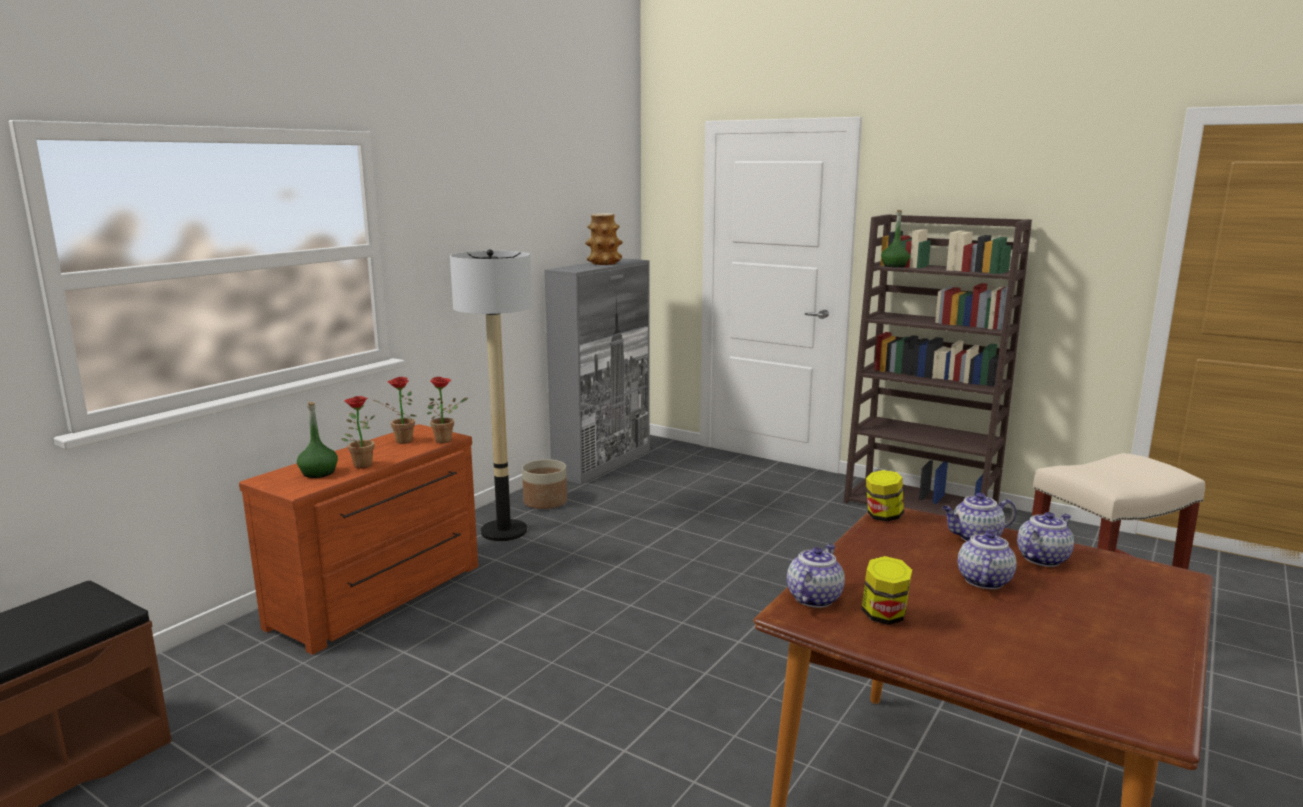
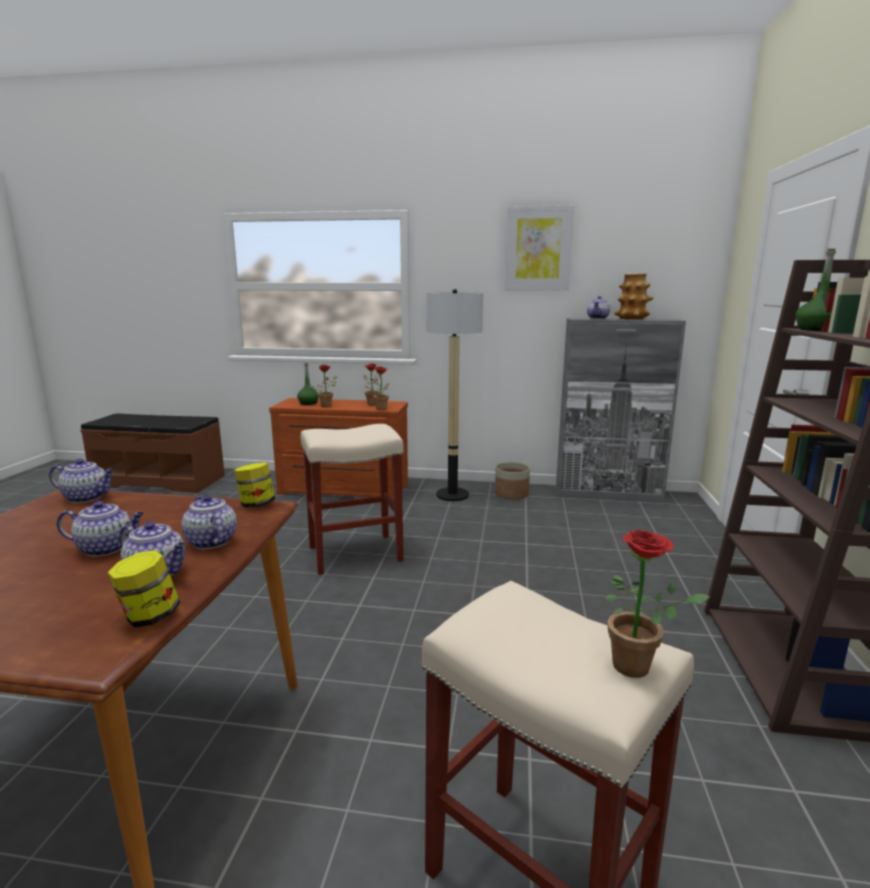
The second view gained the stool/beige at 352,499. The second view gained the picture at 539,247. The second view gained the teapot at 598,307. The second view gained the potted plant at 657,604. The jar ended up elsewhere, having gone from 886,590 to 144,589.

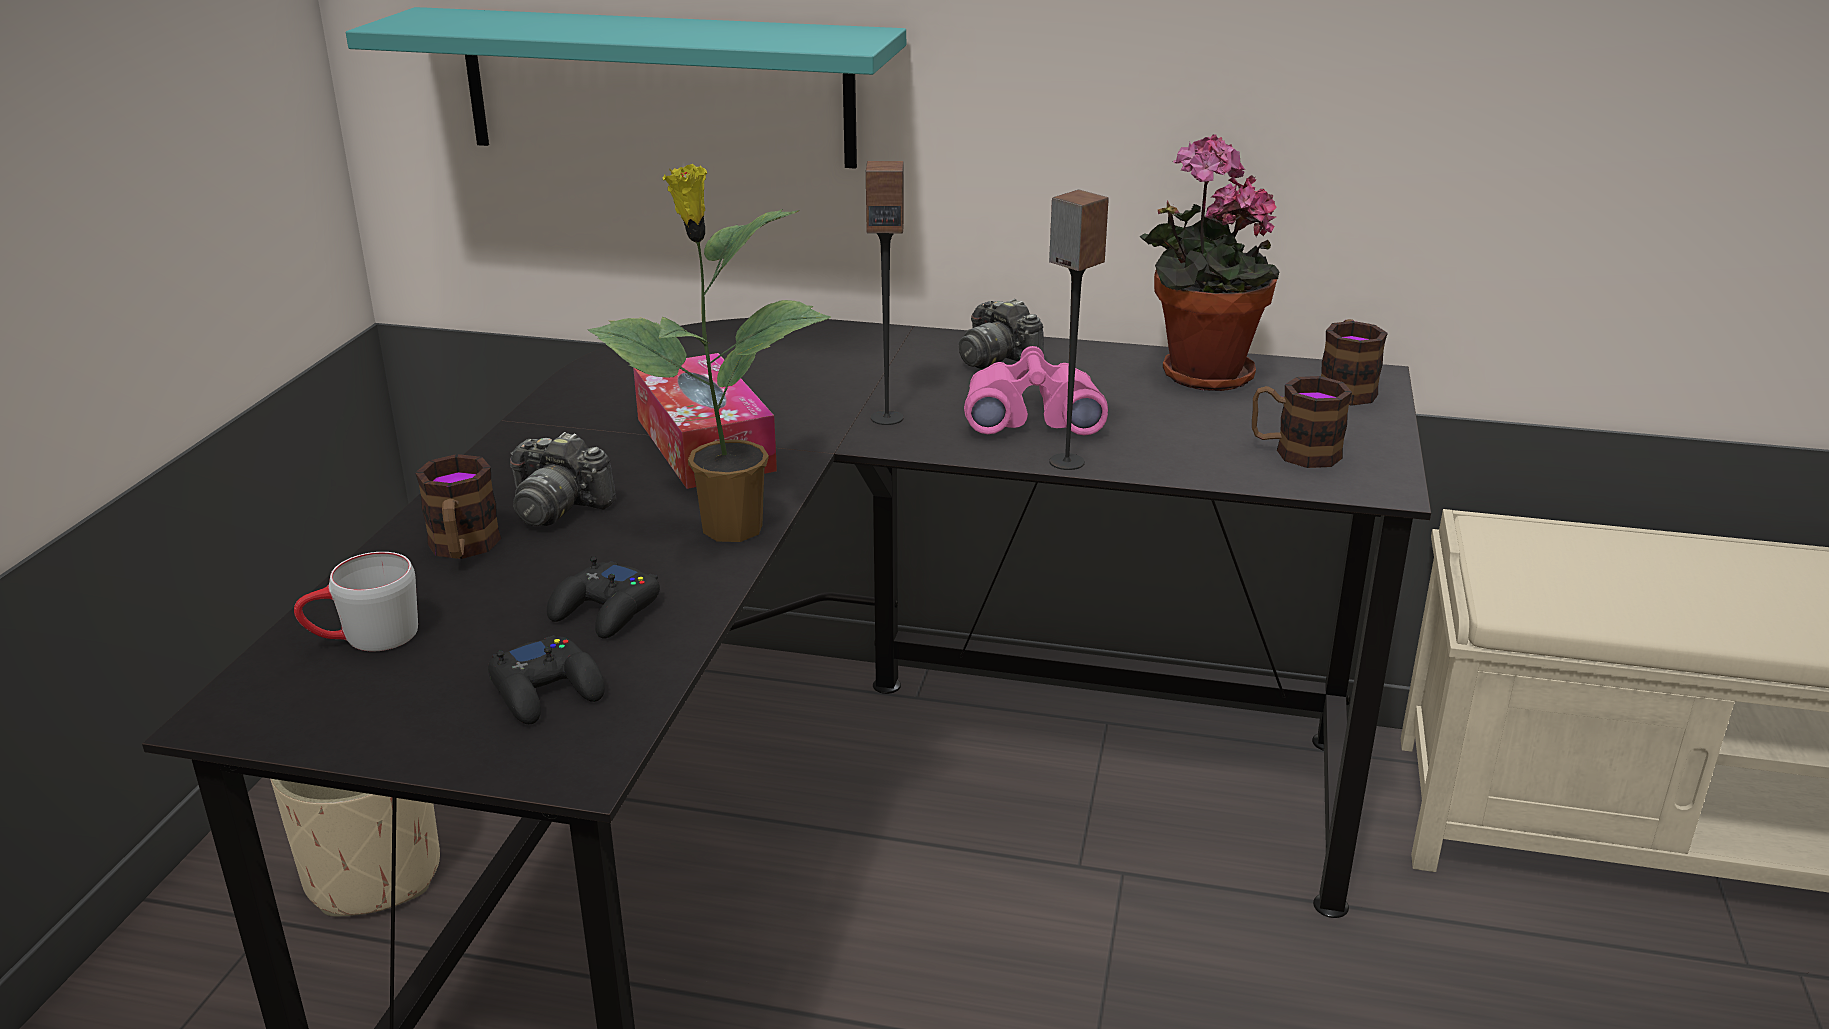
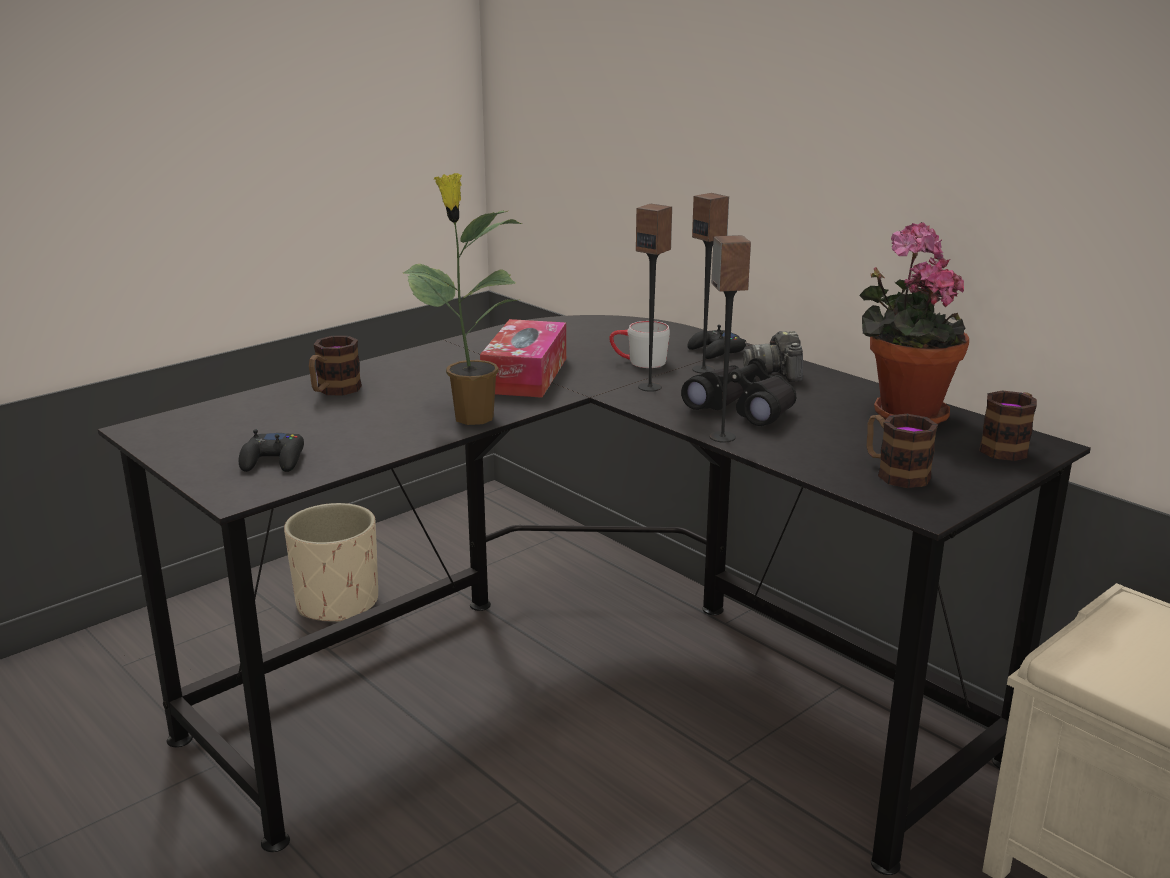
The second view lost the shelf/turquoise at 626,88. The second view lost the photo camera at 563,479. The second view gained the speaker at 710,283. The mug/grey ended up elsewhere, having gone from 356,601 to 639,344. The game controller/black ended up elsewhere, having gone from 603,597 to 716,342. What was the binoculars/pink at 1036,390 turned into the binoculars/black at 738,392.

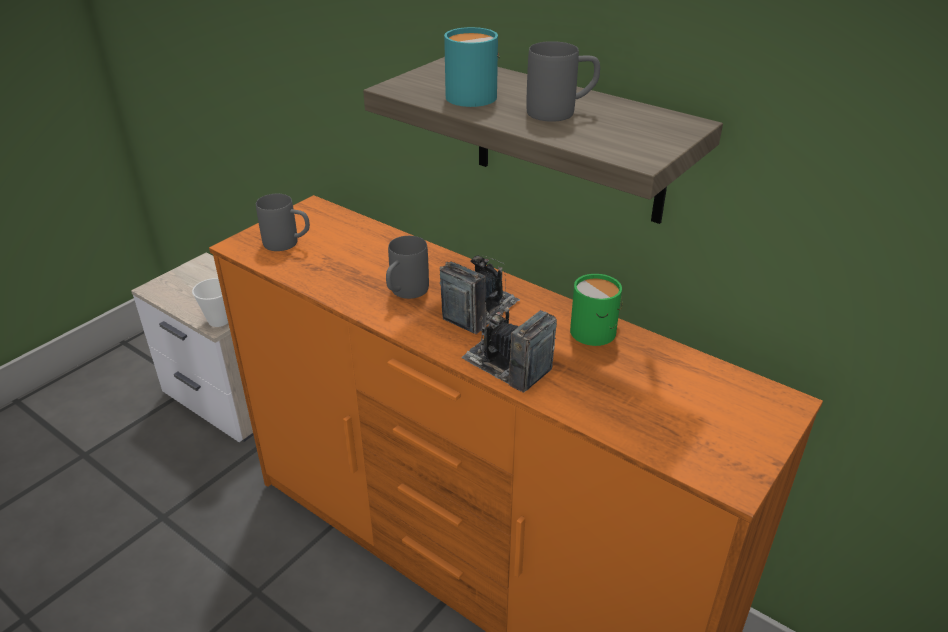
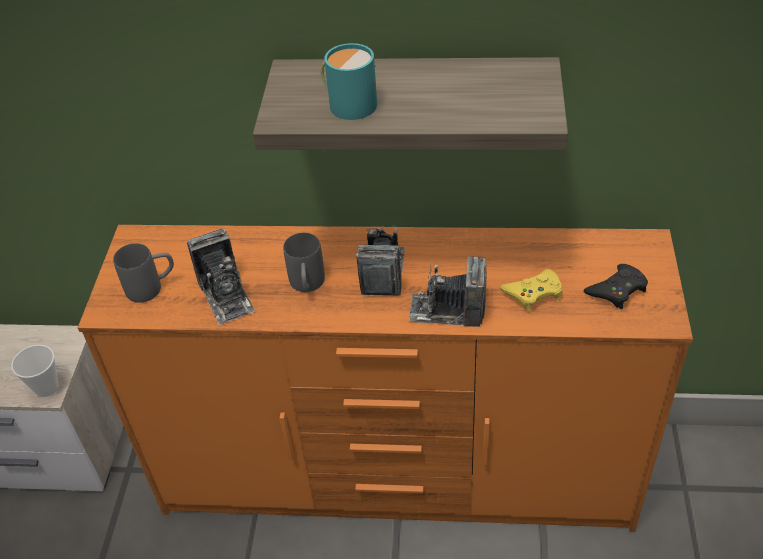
The second view lost the mug/grey at 563,81. The second view lost the mug/green at 596,310. The second view gained the photo camera at 221,276. The second view gained the game controller/yellow at 531,290. The second view gained the game controller/black at 616,286.

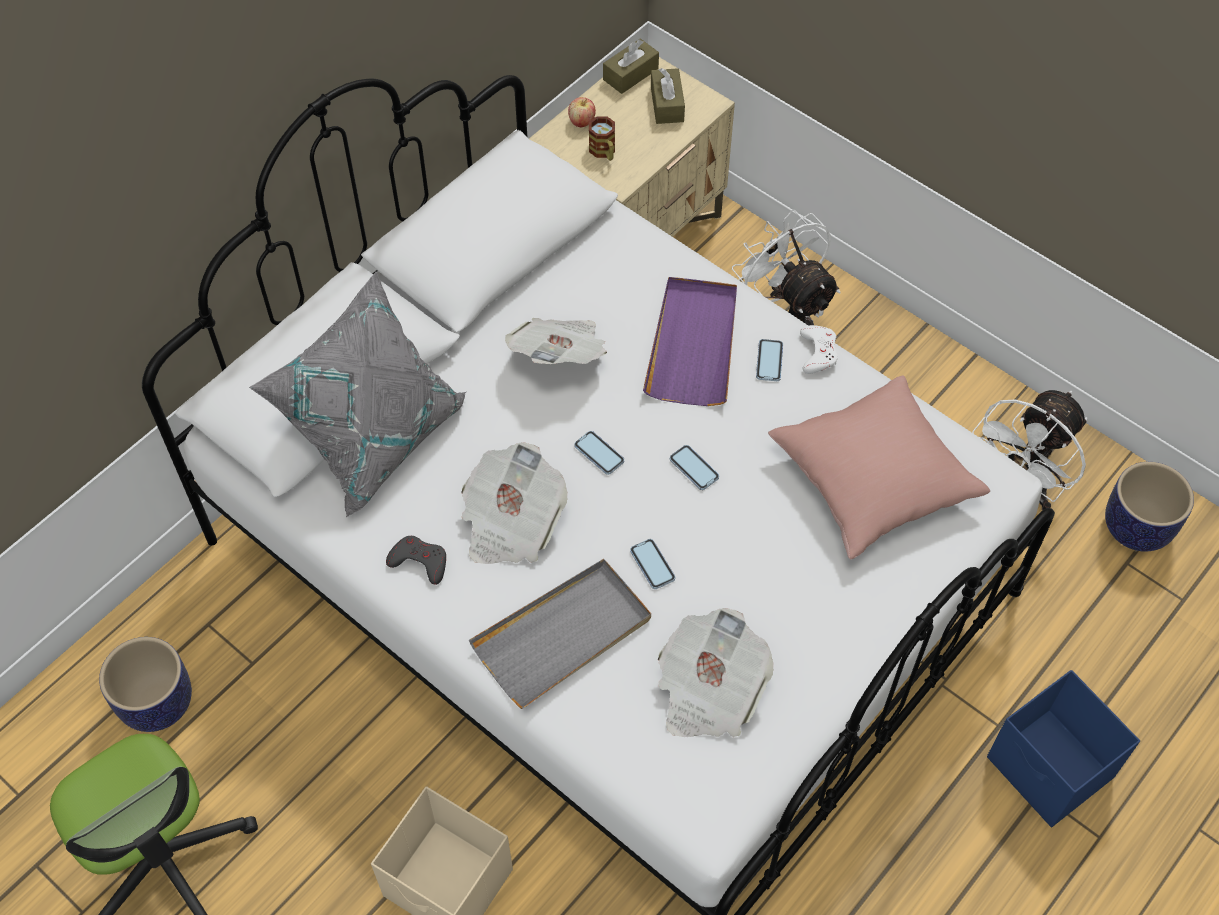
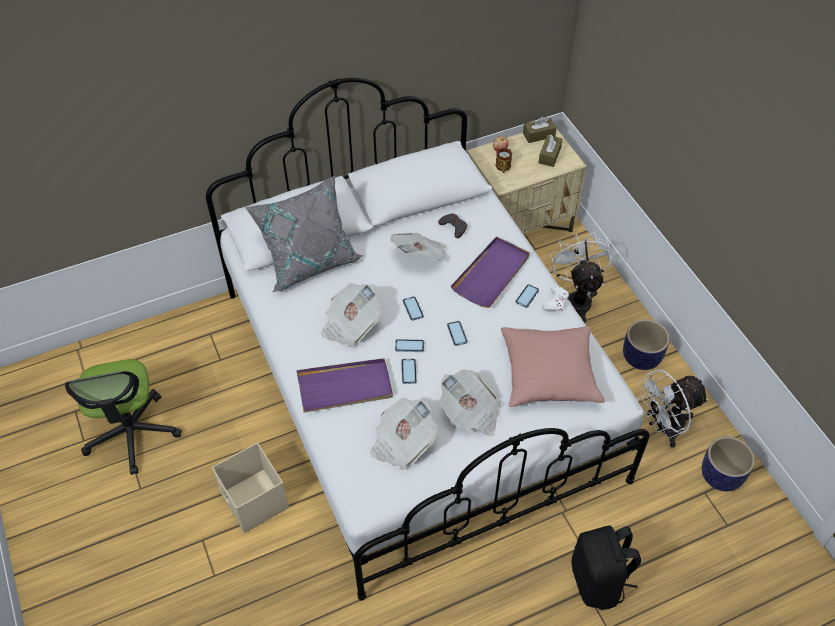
The second view gained the phone at 409,345. The second view gained the newspaper at 470,403. The planter ended up elsewhere, having gone from 145,684 to 646,344. The game controller/grey ended up elsewhere, having gone from 416,560 to 452,225. Where the storage box/blue stood at 1063,748, the backpack/black came to stand at 606,567. What was the tray/grey at 560,634 turned into the tray/purple at 344,385.

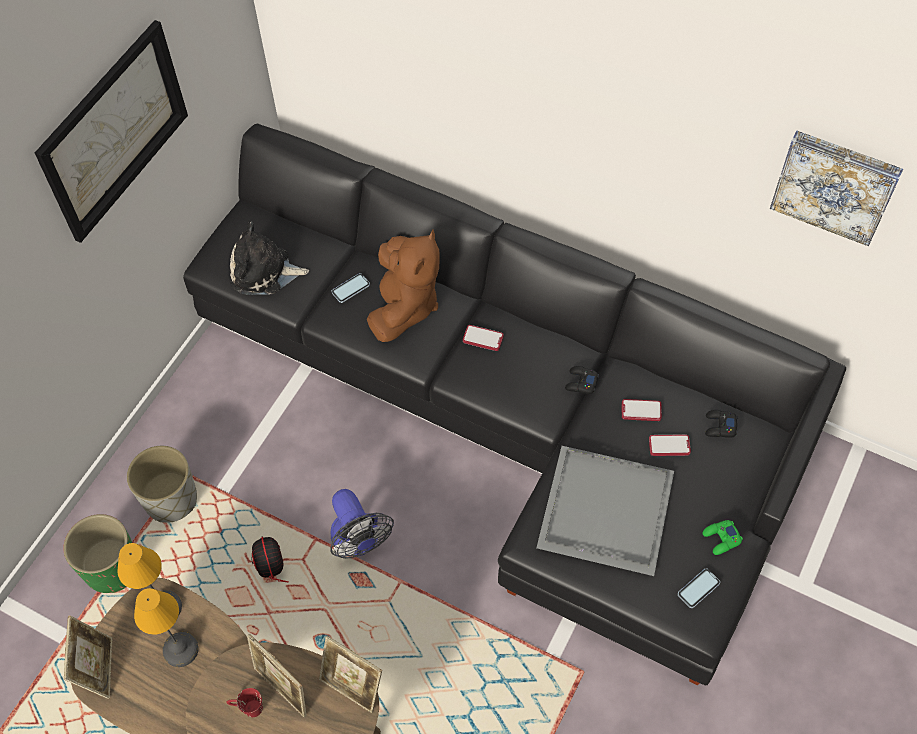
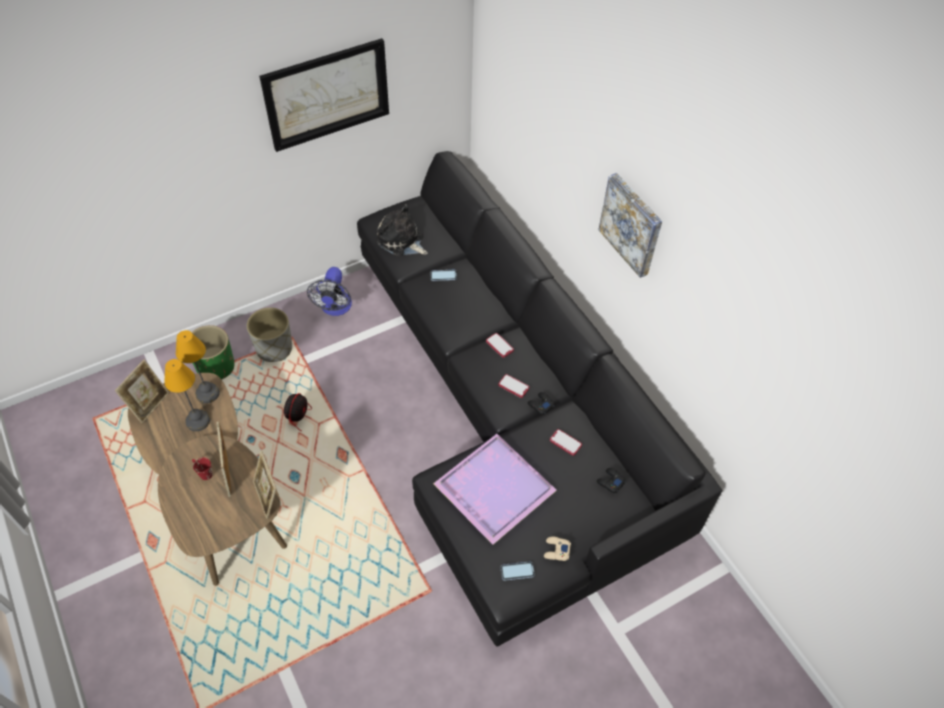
The second view lost the plush toy/brown at 403,285. The fan ended up elsewhere, having gone from 362,524 to 329,291. The phone ended up elsewhere, having gone from 670,445 to 514,386. The picture ended up elsewhere, having gone from 836,188 to 630,225. What was the tray/grey at 605,511 turned into the tray/purple at 495,489. What was the game controller/green at 723,537 turned into the game controller/beige at 557,549.

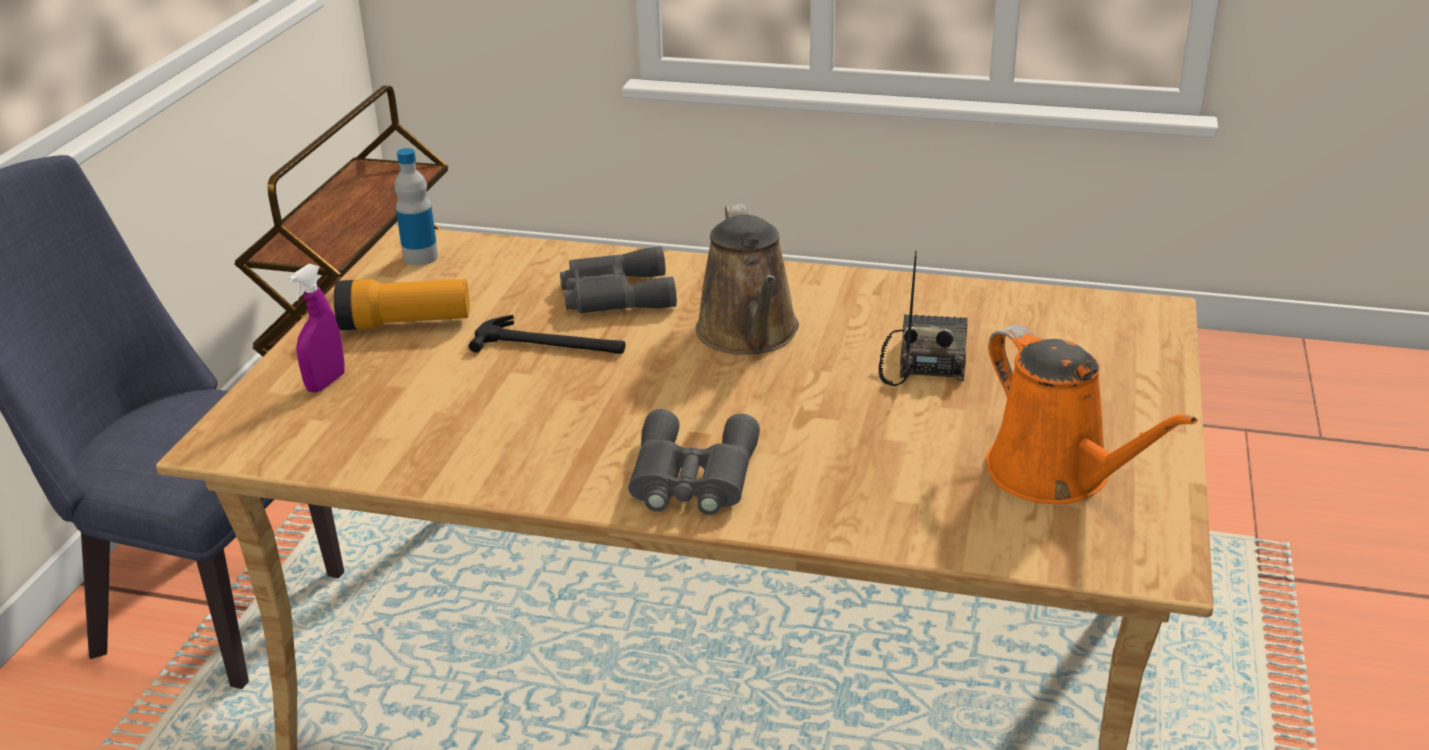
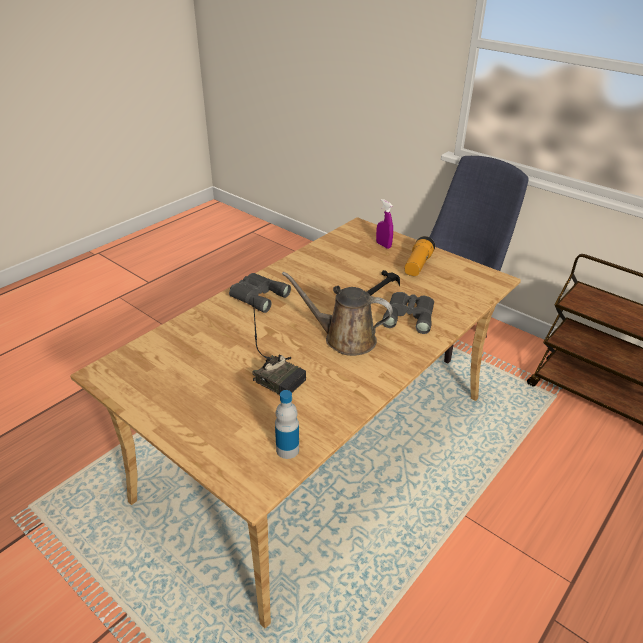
The second view lost the watering can/orange at 1092,414. The bottle ended up elsewhere, having gone from 416,207 to 287,424.

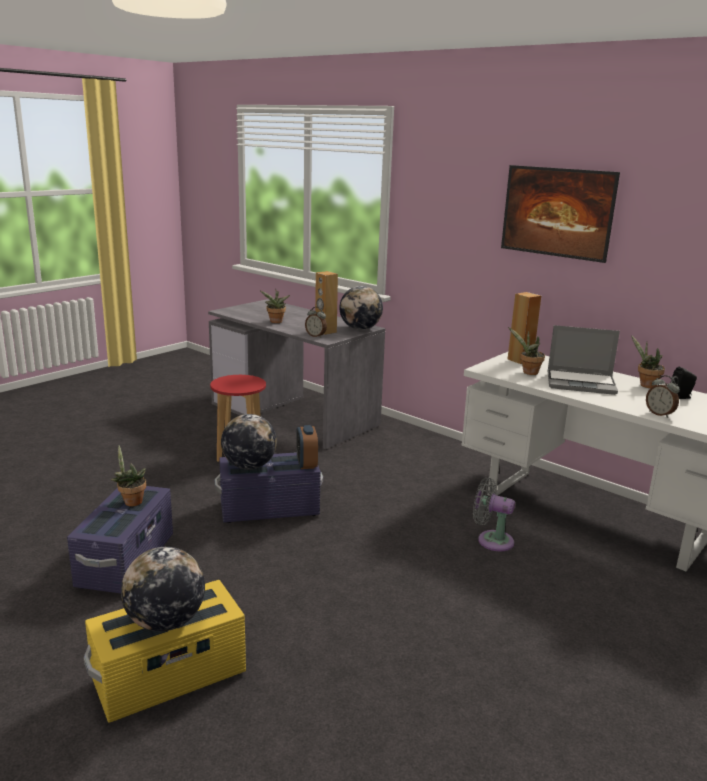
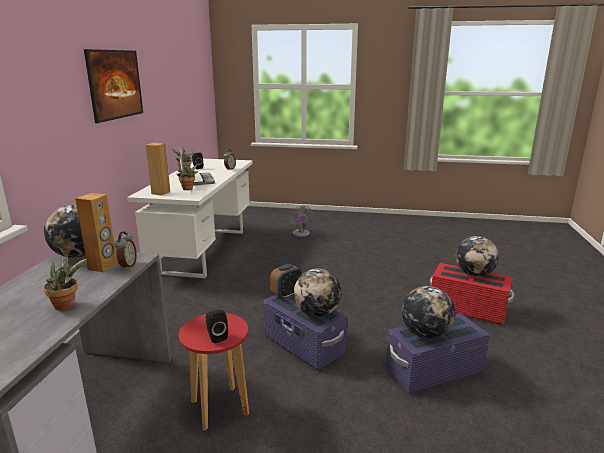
The second view gained the speaker/black at 217,326. The fan/grey ended up elsewhere, having gone from 494,515 to 302,221. Where the potted plant stood at 128,475, the globe came to stand at 428,312. What was the storage box/yellow at 165,651 turned into the storage box/red at 472,293.

